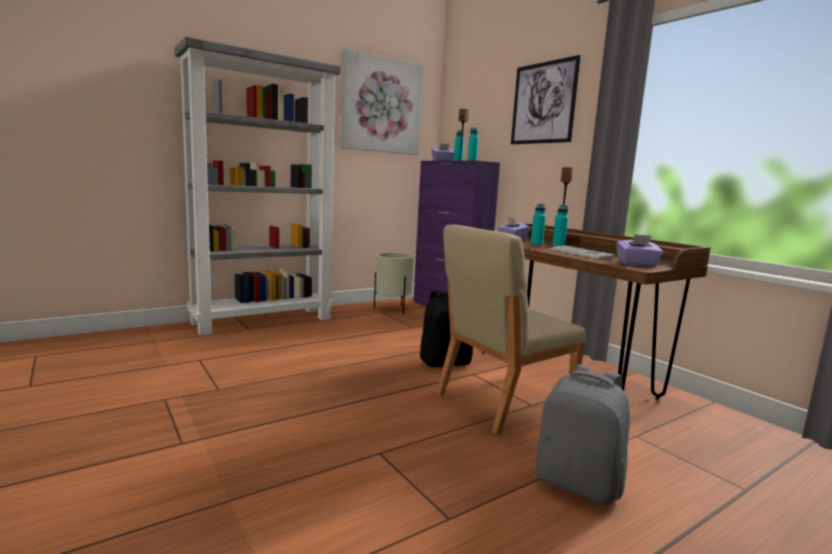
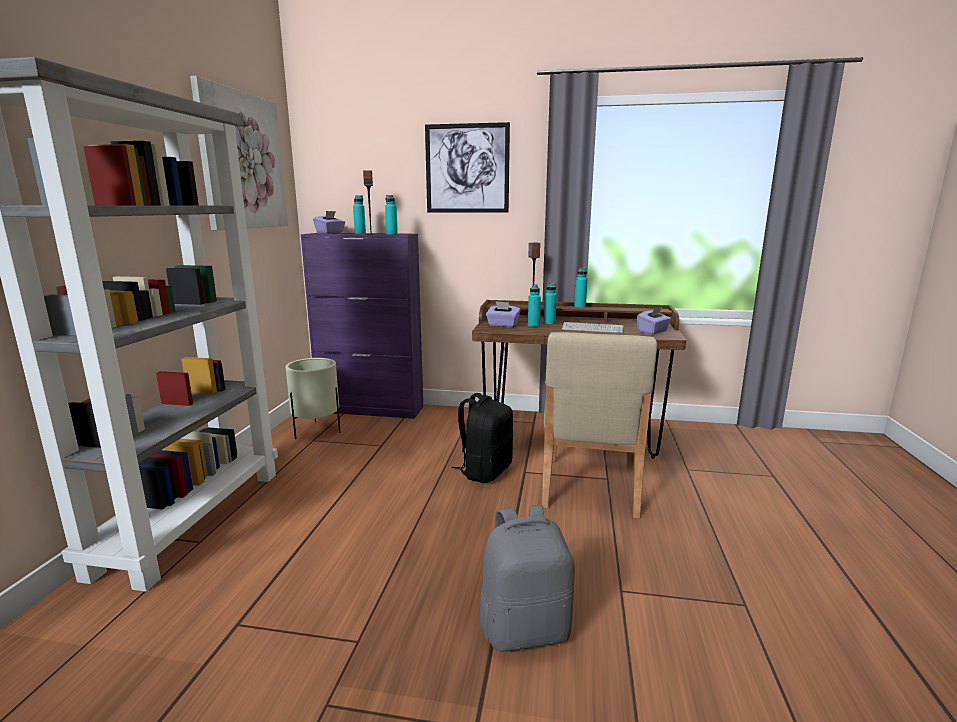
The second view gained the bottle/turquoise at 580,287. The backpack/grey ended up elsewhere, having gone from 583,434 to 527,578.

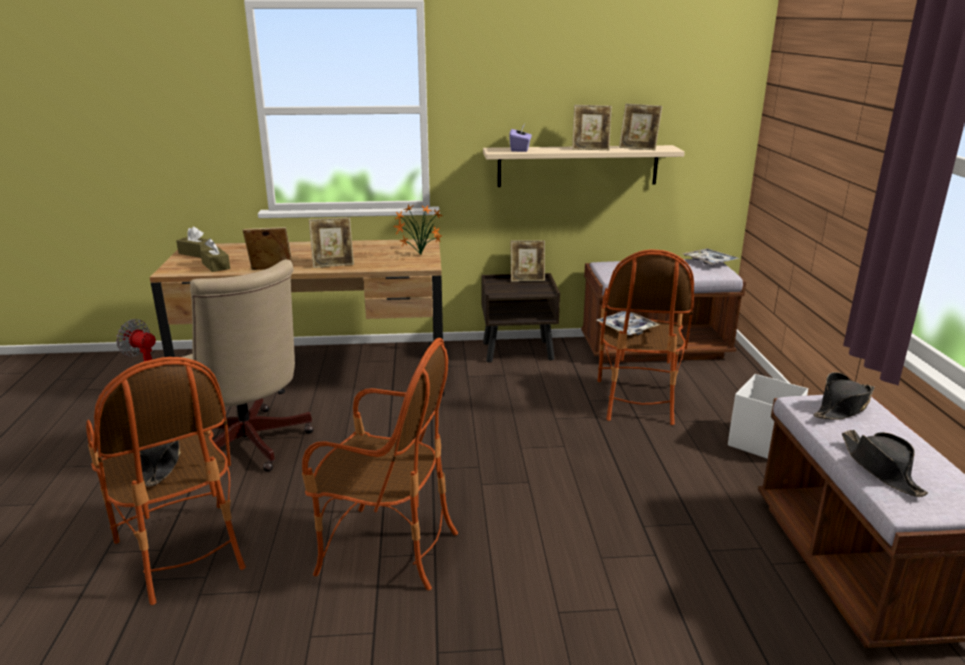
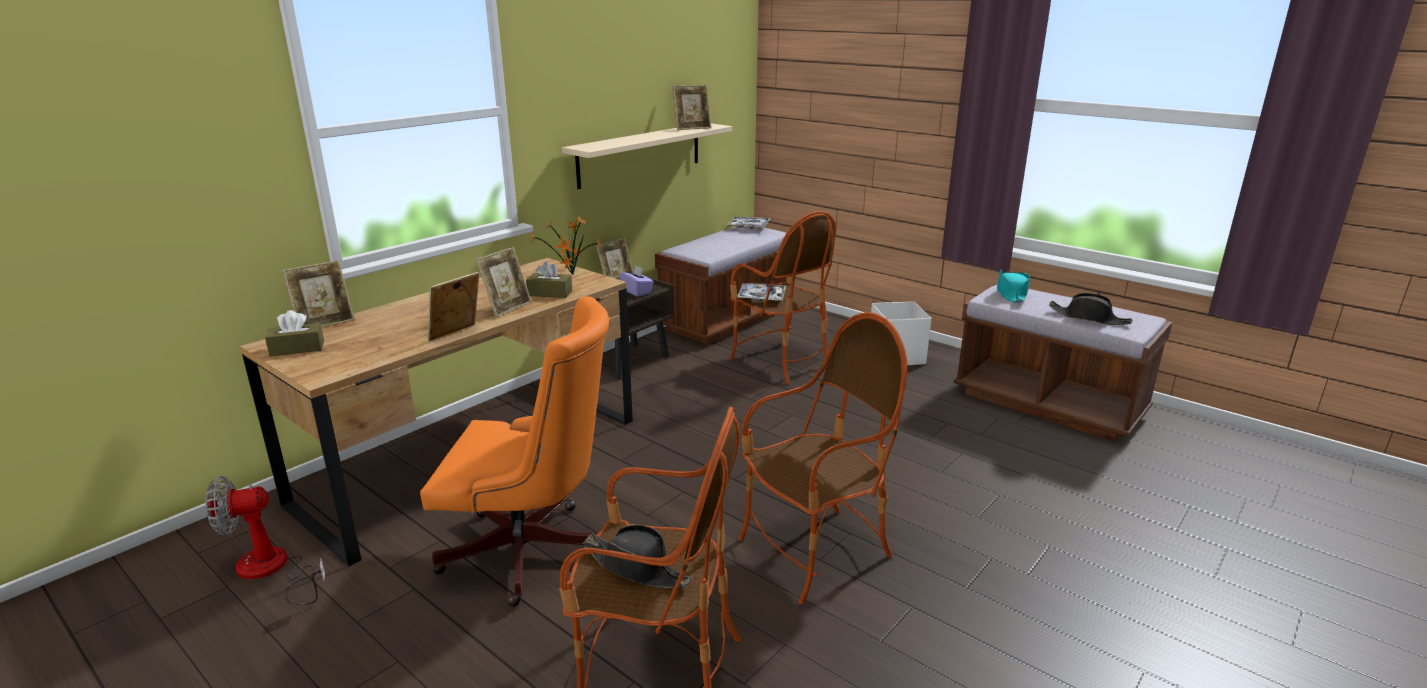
The tissue box/brown ended up elsewhere, having gone from 215,255 to 549,279. The tissue box/purple ended up elsewhere, having gone from 520,138 to 636,281. The picture frame ended up elsewhere, having gone from 592,127 to 318,293. What was the office chair/beige at 248,365 turned into the office chair/orange at 514,451. What was the hat/black at 844,396 turned into the hat/turquoise at 1013,286.

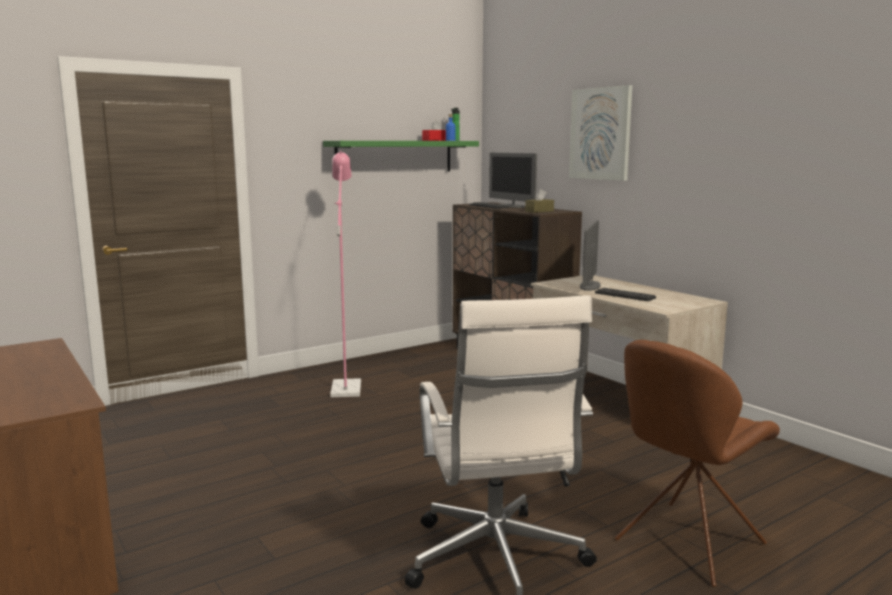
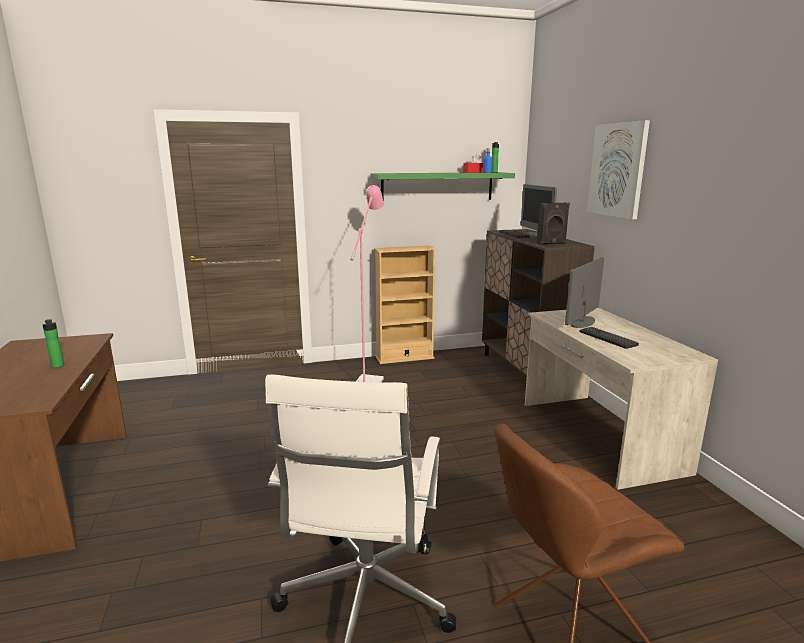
The second view gained the bottle at 53,343. The second view gained the bookcase/beige at 405,305. Where the tissue box/brown stood at 539,201, the speaker/black came to stand at 553,224.

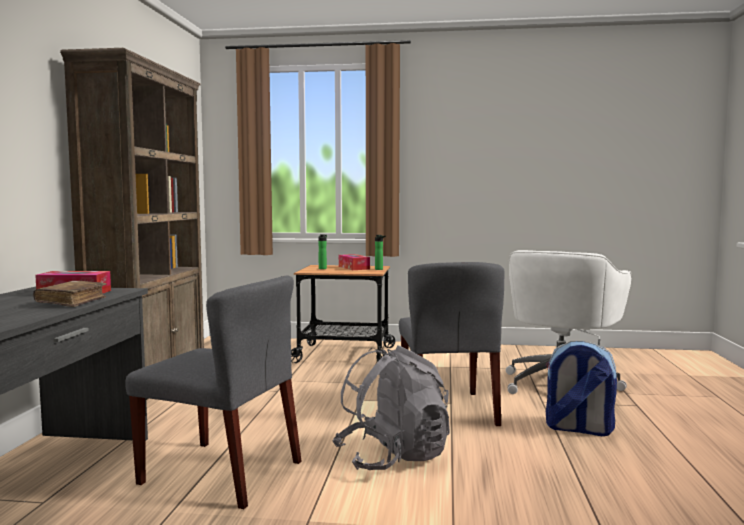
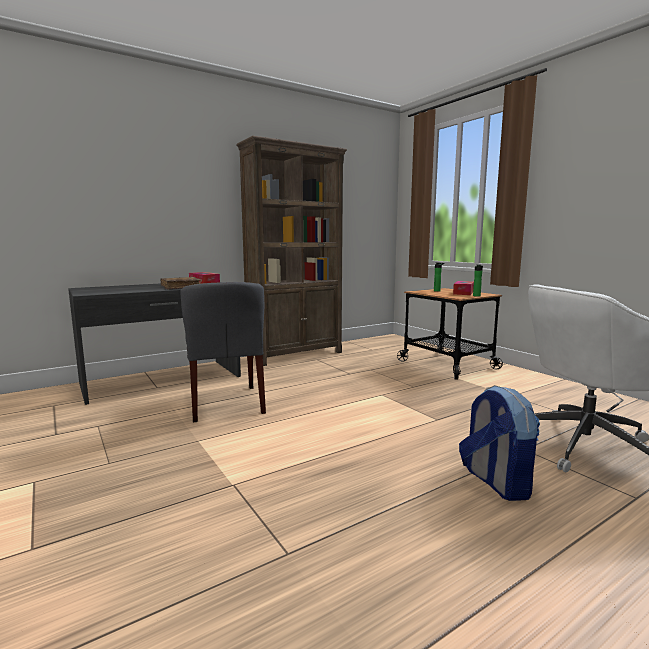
The second view lost the backpack/grey at 391,407. The second view lost the chair/grey at 451,344.

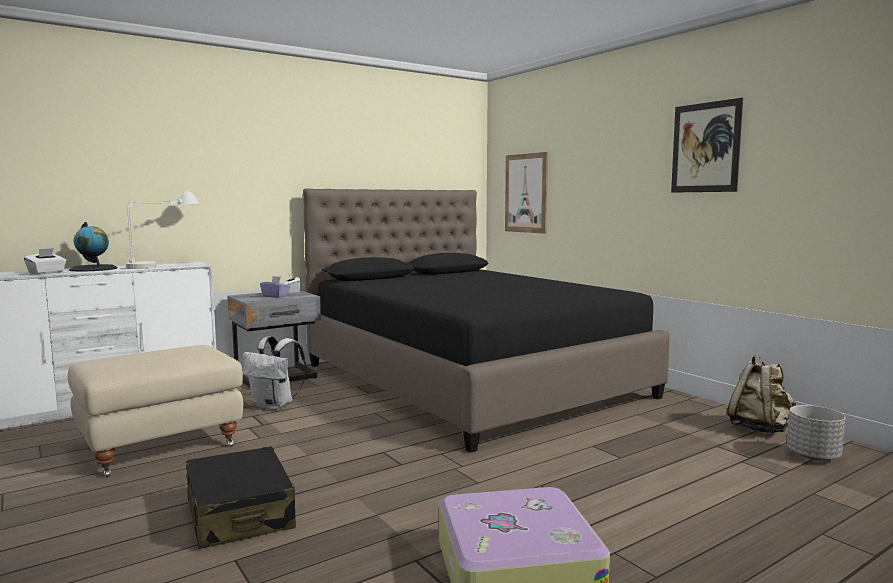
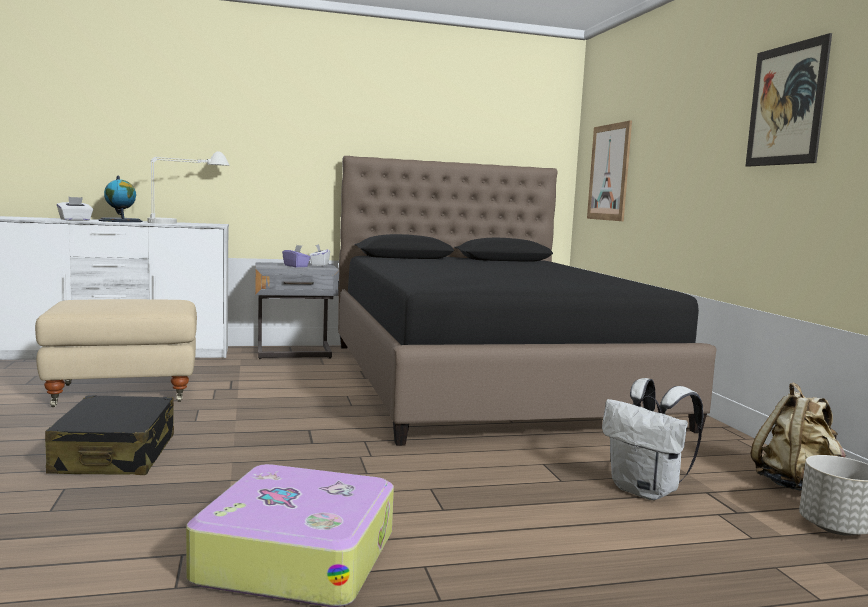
The backpack/white ended up elsewhere, having gone from 274,373 to 652,439.

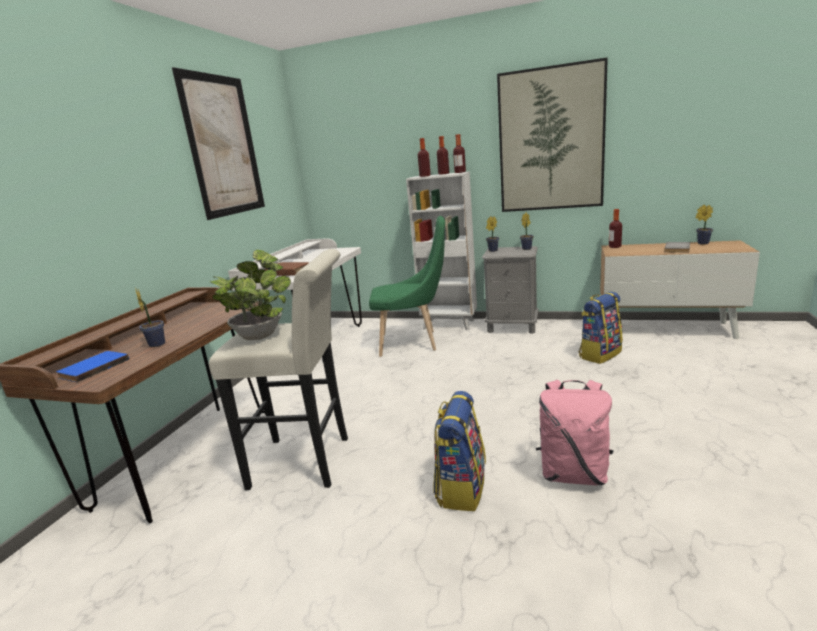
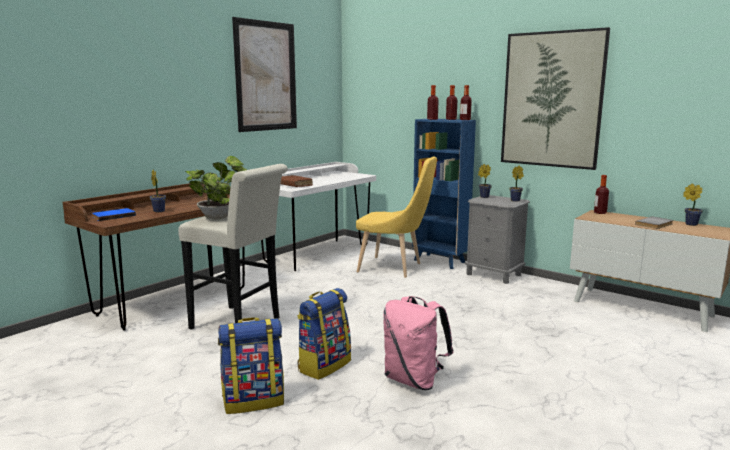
The backpack ended up elsewhere, having gone from 601,328 to 251,365. What was the chair/green at 407,286 turned into the chair/yellow at 396,217. What was the bookcase/white at 441,251 turned into the bookcase/blue at 444,194.

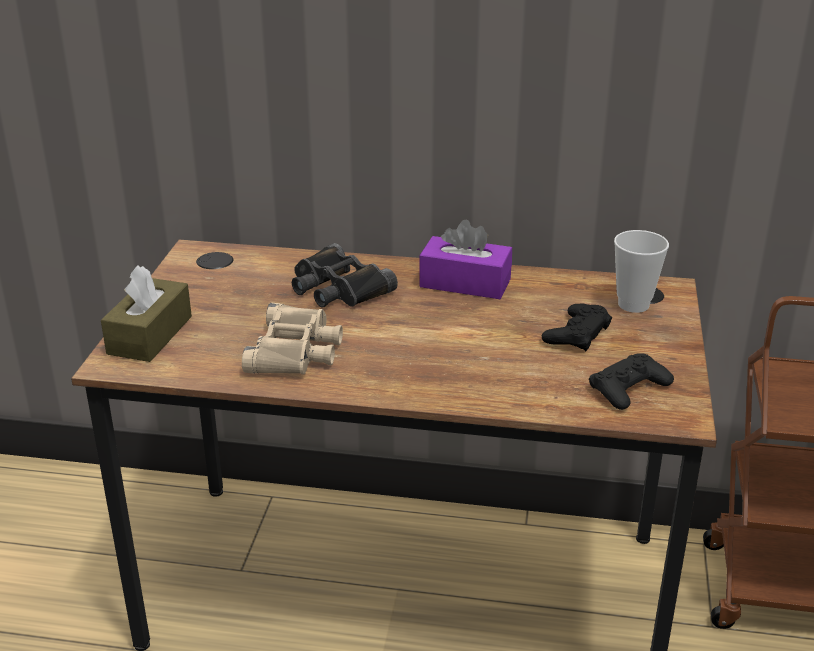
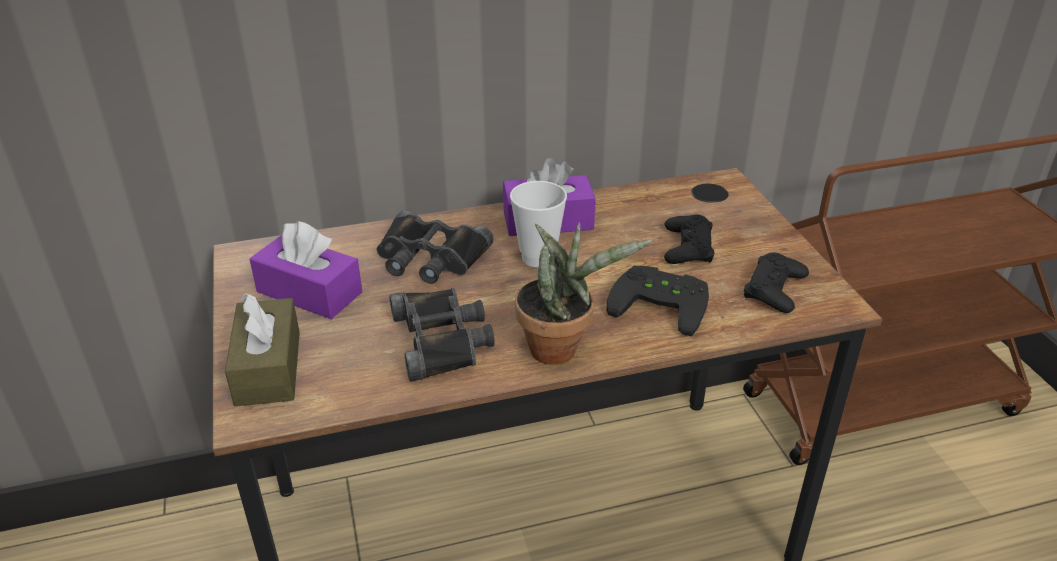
The second view gained the tissue box/purple at 305,270. The second view gained the potted plant at 583,293. The second view gained the game controller/black at 657,301. The cup ended up elsewhere, having gone from 641,271 to 538,224. What was the binoculars/beige at 292,338 turned into the binoculars/black at 442,334.

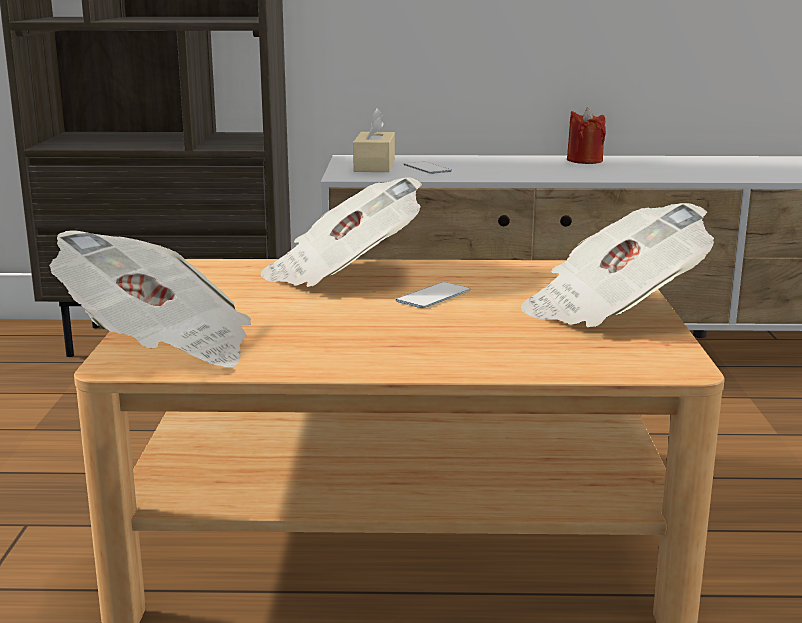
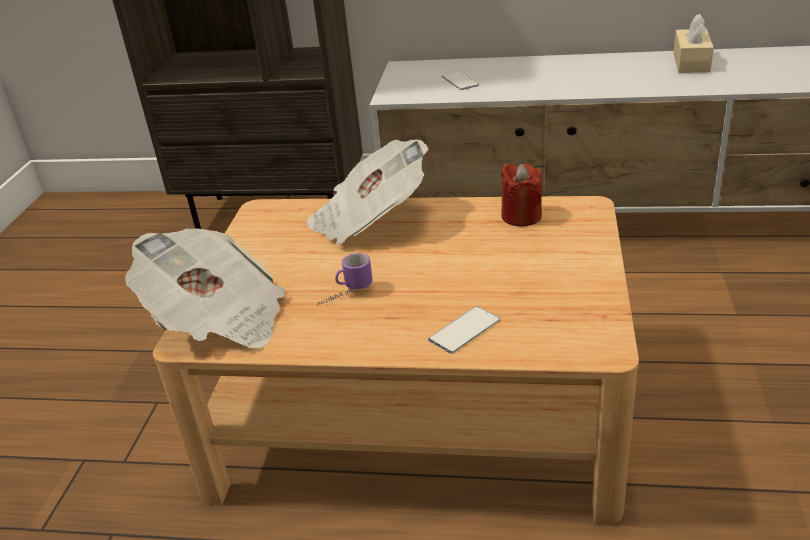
The second view lost the newspaper at 617,265. The second view gained the mug at 345,279. The tissue box/beige ended up elsewhere, having gone from 374,140 to 693,43. The phone ended up elsewhere, having gone from 432,295 to 464,329. The candle/red ended up elsewhere, having gone from 586,136 to 521,195.

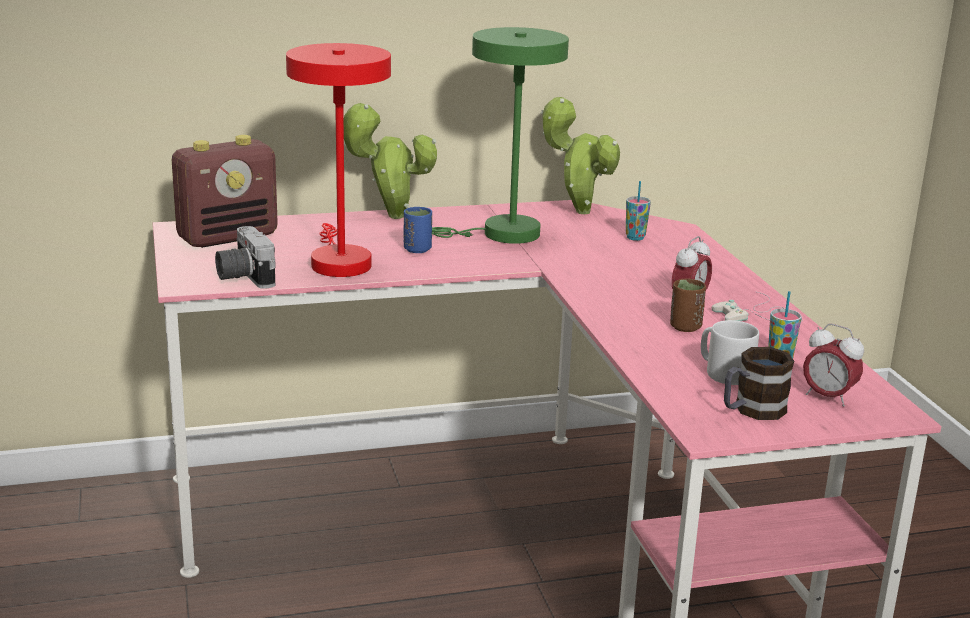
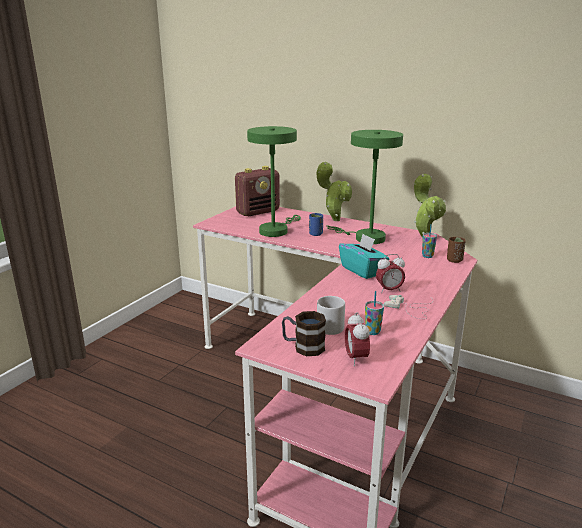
The second view lost the photo camera at 245,257. The second view gained the tissue box/turquoise at 364,256. The cup/brown ended up elsewhere, having gone from 688,305 to 456,250. What was the table lamp/red at 338,160 turned into the table lamp/green at 274,181. The radio at 225,191 ended up facing another way, 45 degrees counterclockwise from before.

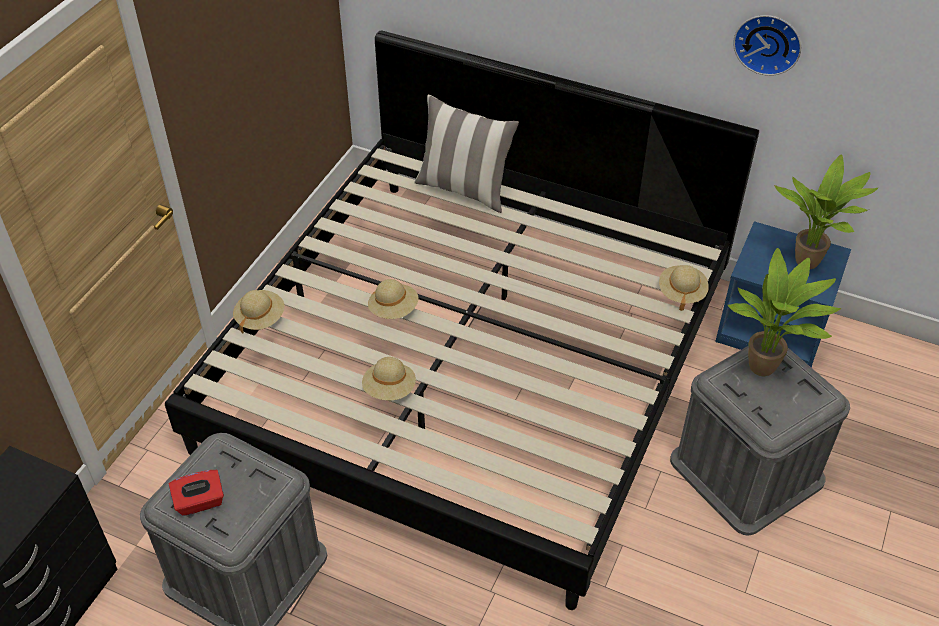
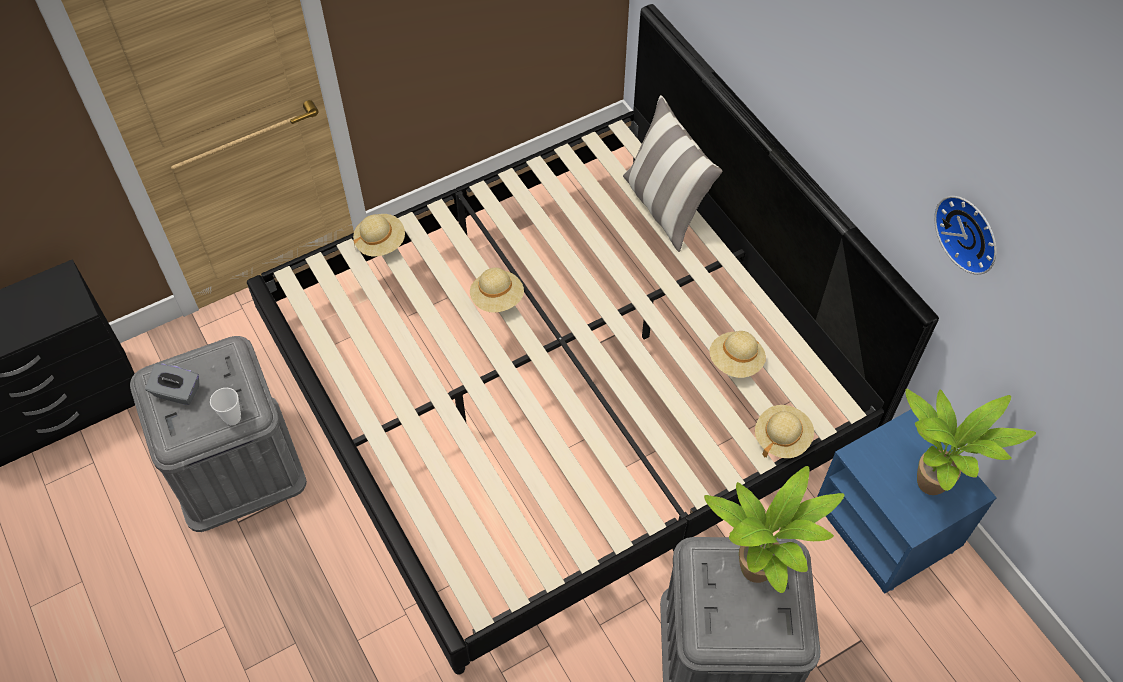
The second view gained the cup at 225,406. The hat/beige ended up elsewhere, having gone from 389,378 to 737,354. What was the tissue box/red at 196,493 turned into the tissue box/grey at 172,384.

